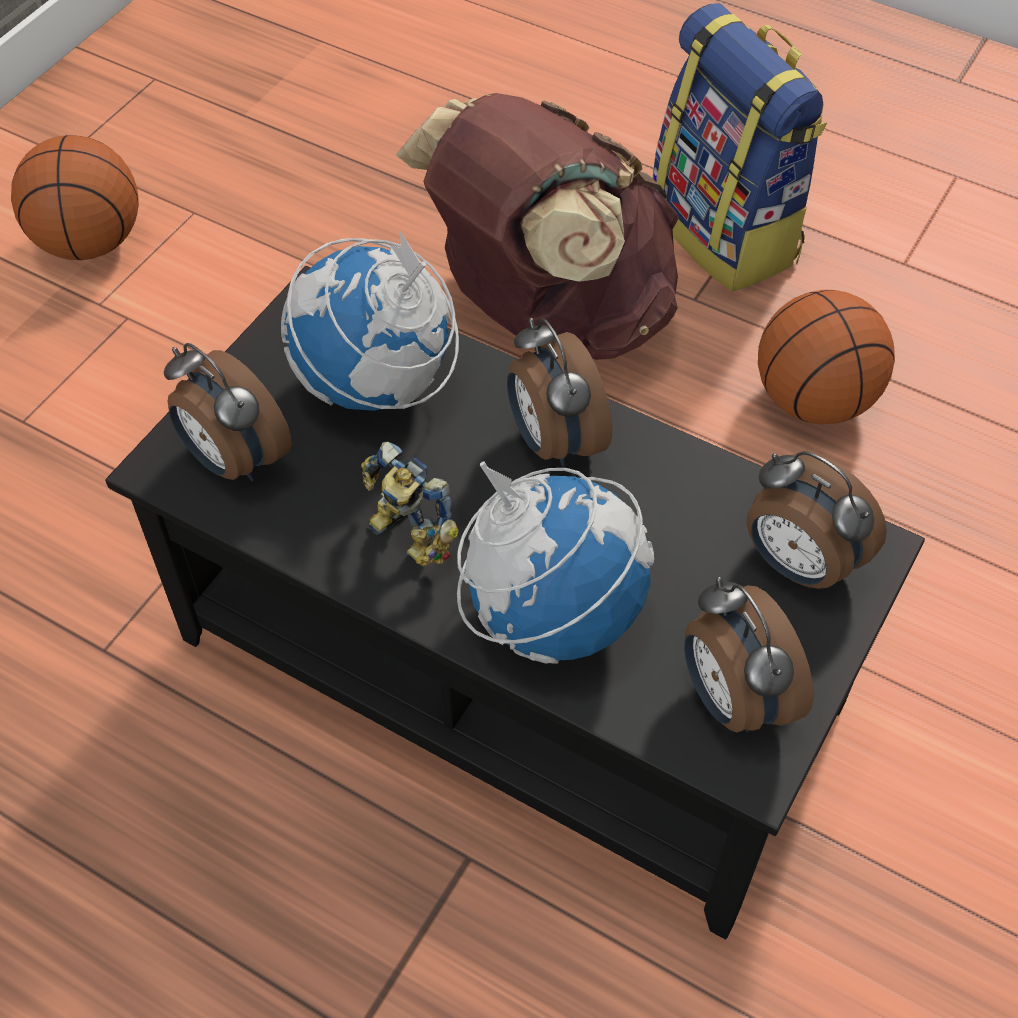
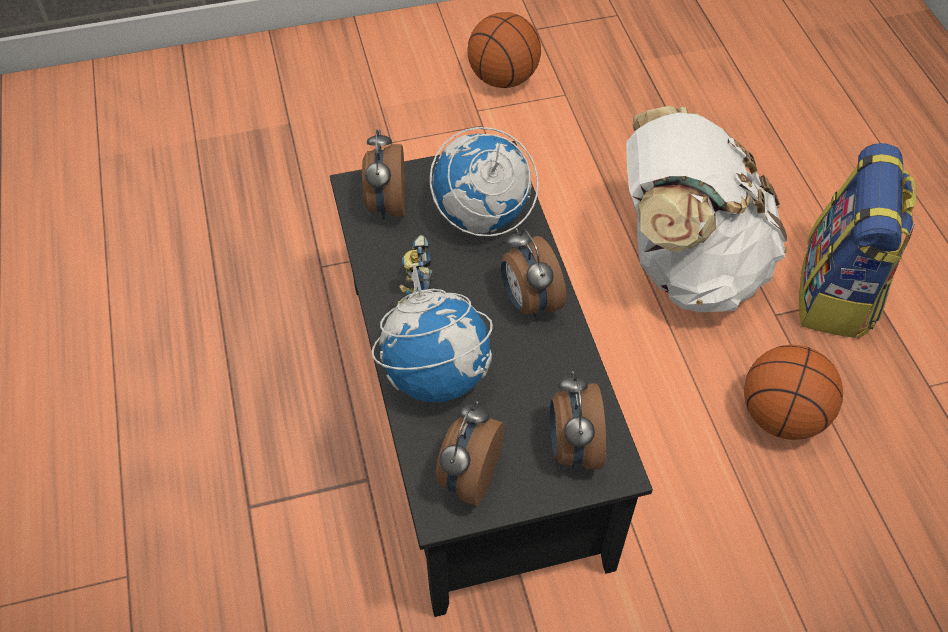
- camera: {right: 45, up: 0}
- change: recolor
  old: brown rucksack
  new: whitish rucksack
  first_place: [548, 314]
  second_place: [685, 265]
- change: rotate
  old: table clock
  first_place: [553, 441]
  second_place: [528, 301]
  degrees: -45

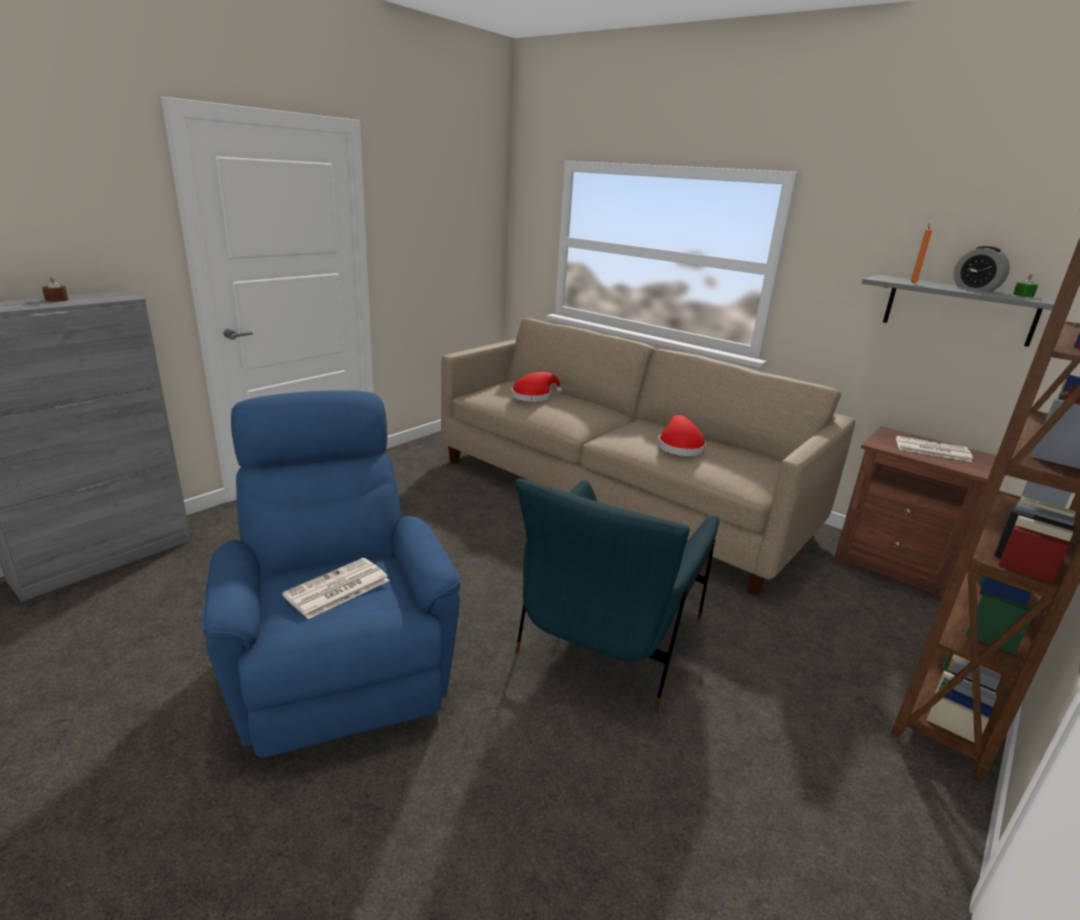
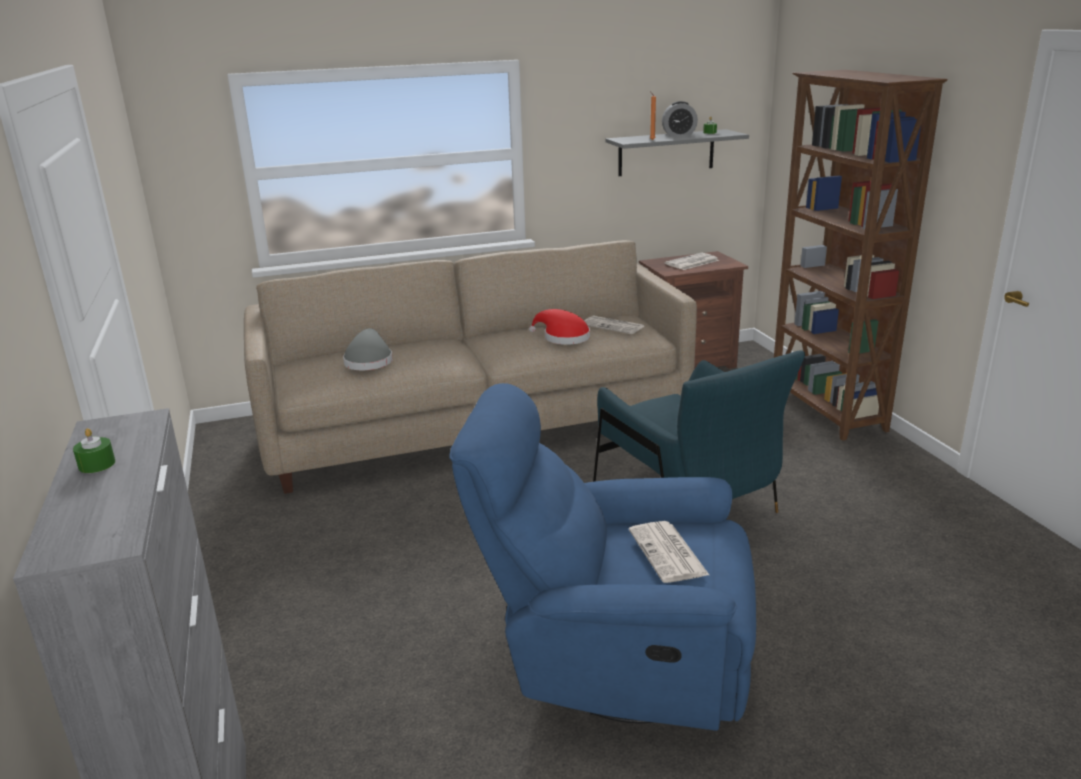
- camera: {right: -55, up: 0}
- change: recolor
  old: brown candle
  new: greenish candle
  first_place: [57, 299]
  second_place: [97, 464]
- change: recolor
  old: red-coloured wearable hat
  new: greyish wearable hat
  first_place: [534, 396]
  second_place: [369, 361]
- change: insert
  new: newspaper
  second_place: [613, 326]

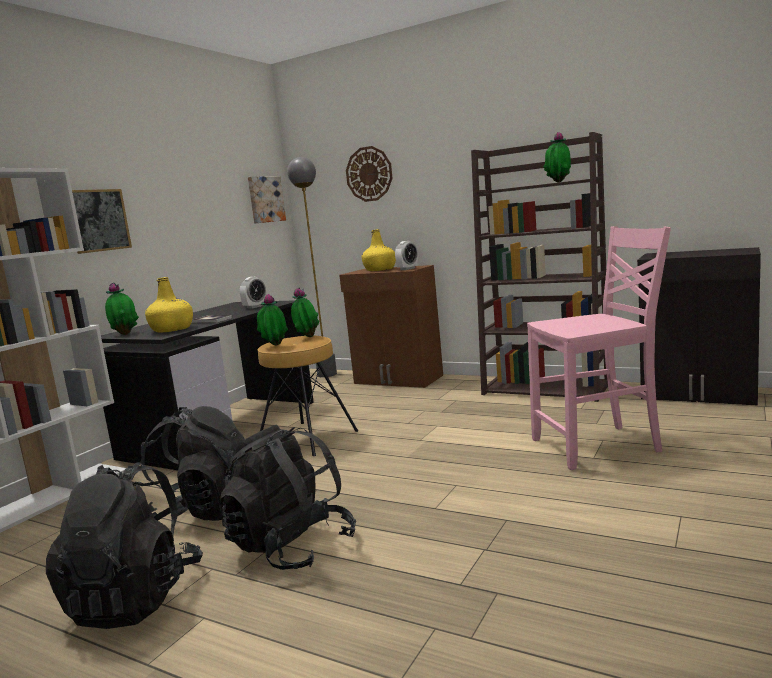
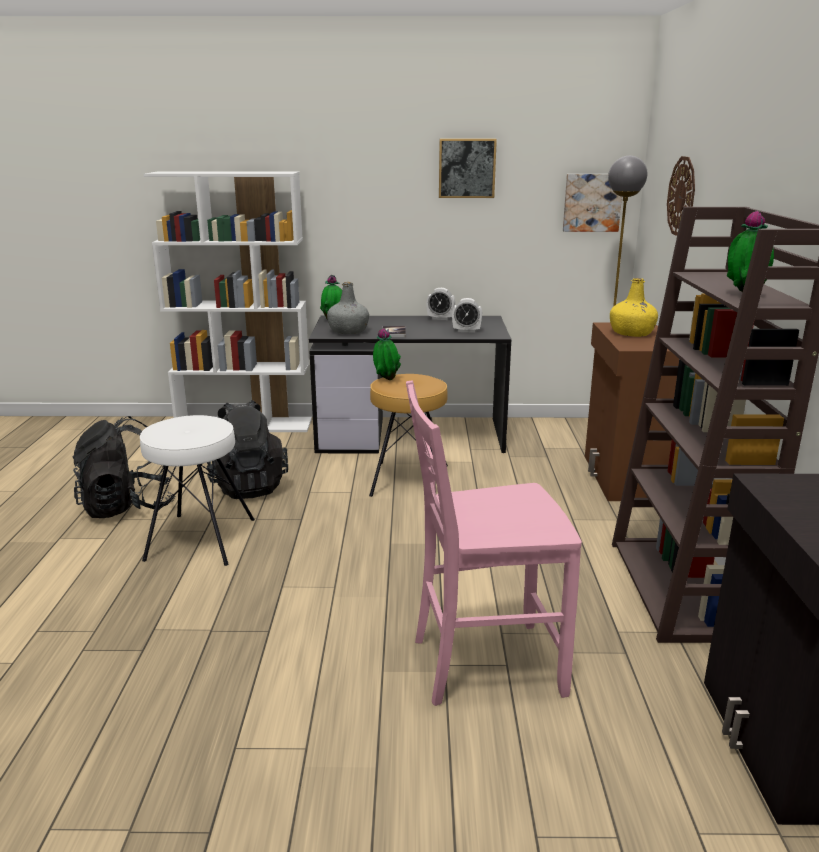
- camera: {right: 60, up: 10}
- change: move
  old: wall art
  first_place: [98, 220]
  second_place: [467, 168]
- change: recolor
  old: yellow drink bottle
  new: greyish drink bottle
  first_place: [172, 330]
  second_place: [349, 331]
- change: replace
  old: black rucksack
  new: whitish sitting stool
  first_place: [291, 547]
  second_place: [200, 539]
- change: delete
  old: houseplant
  first_place: [306, 337]
- change: move
  old: table clock
  first_place: [407, 269]
  second_place: [440, 318]
- change: rotate
  old: pink-coloured plain chair
  first_place: [598, 446]
  second_place: [483, 664]
  degrees: 120

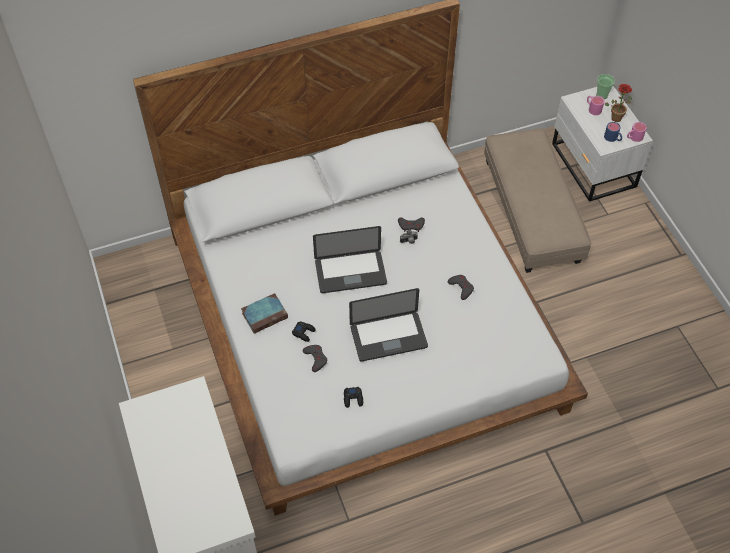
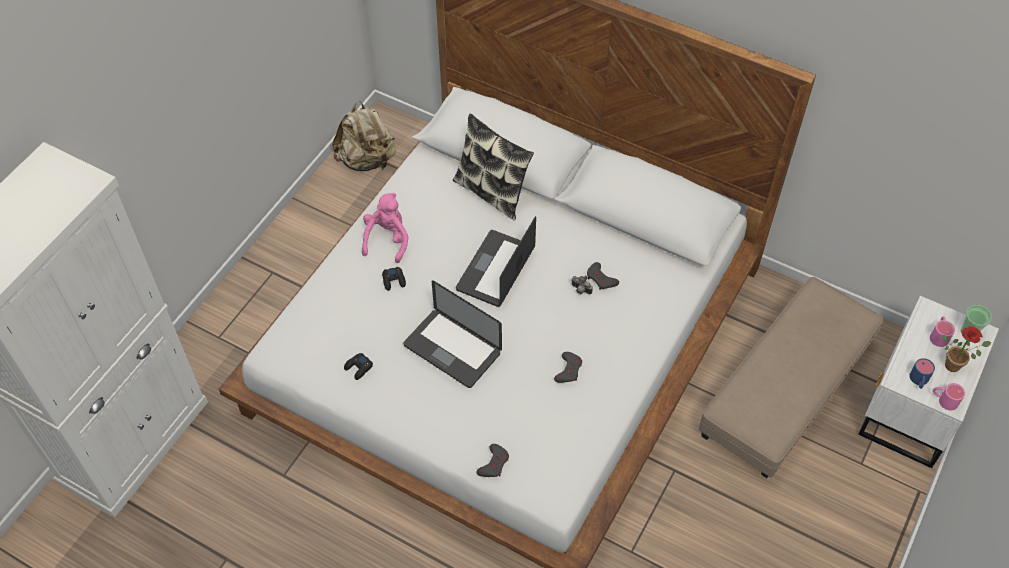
- camera: {right: 50, up: 0}
- change: replace
  old: book
  new: pink-coloured soft toy
  first_place: [265, 314]
  second_place: [387, 239]
- change: move
  old: greyish joypad
  first_place: [315, 358]
  second_place: [494, 463]
- change: rotate
  old: portable computer
  first_place: [350, 272]
  second_place: [496, 269]
  degrees: 75
- change: insert
  new: sand-coloured rucksack
  second_place: [367, 160]
- change: insert
  new: pillow
  second_place: [492, 192]

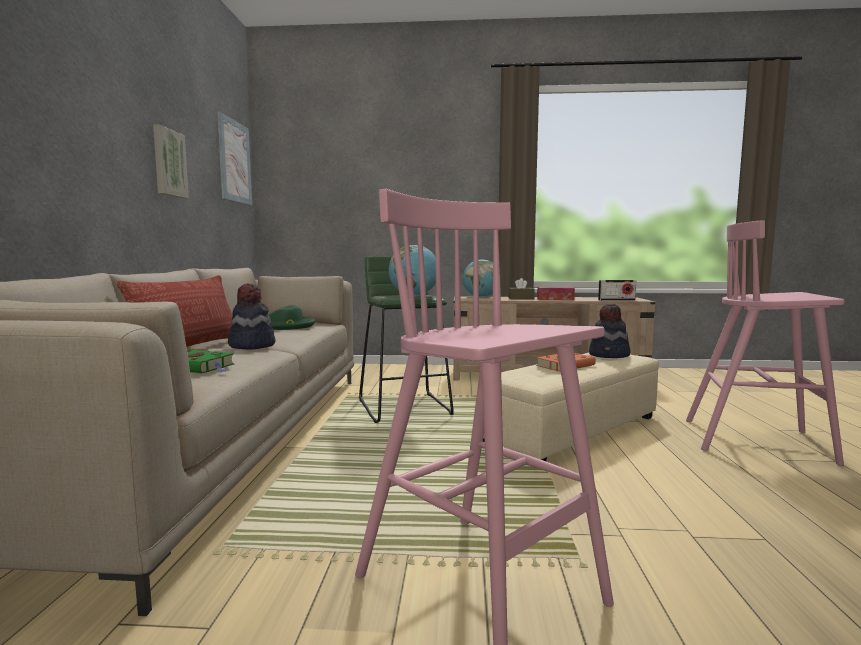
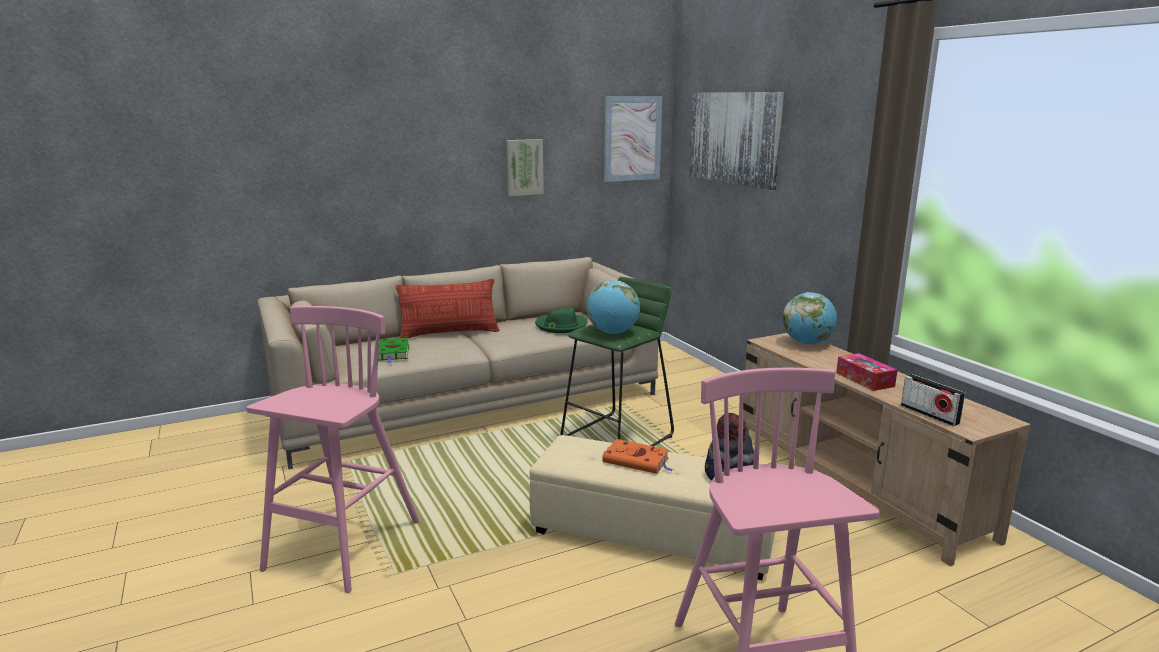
- camera: {right: 60, up: 10}
- change: delete
  old: wearable hat
  first_place: [251, 346]
- change: delete
  old: brown tissue holder
  first_place: [521, 298]
- change: insert
  new: wall art
  second_place: [734, 138]

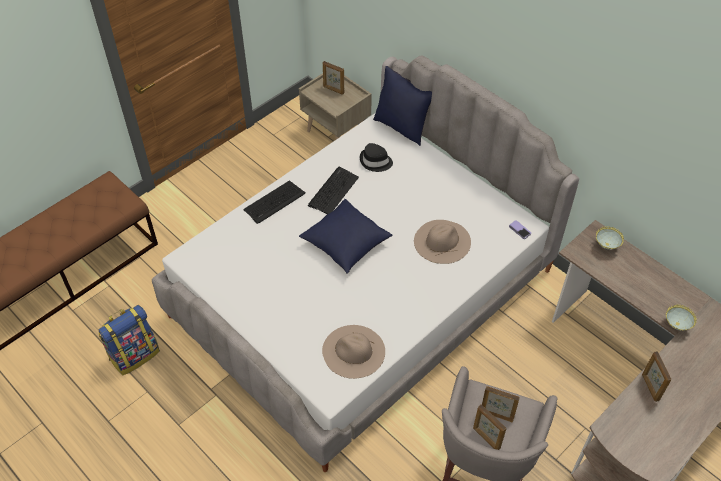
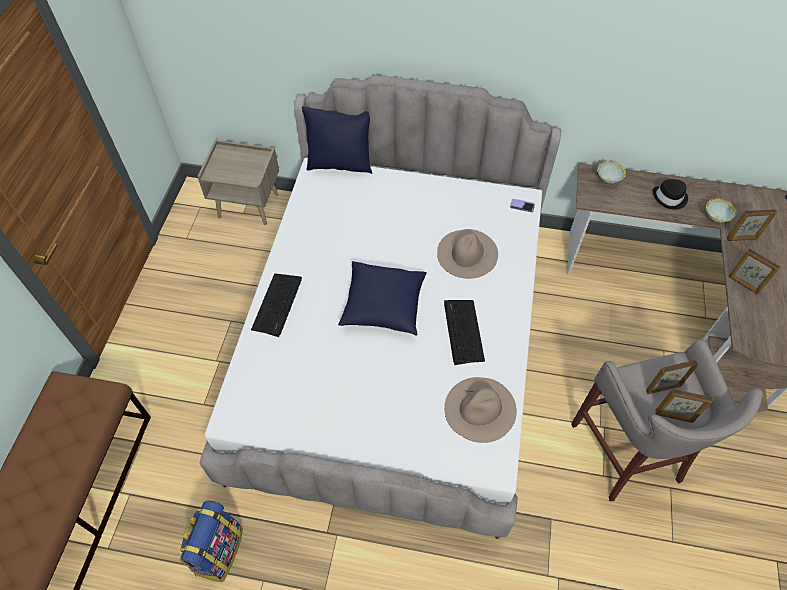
- camera: {right: -35, up: 5}
- change: move
  old: keyboard
  first_place: [333, 191]
  second_place: [463, 331]
- change: move
  old: standing frame
  first_place: [333, 90]
  second_place: [742, 239]
- change: move
  old: black wearable hat
  first_place: [375, 161]
  second_place: [670, 198]

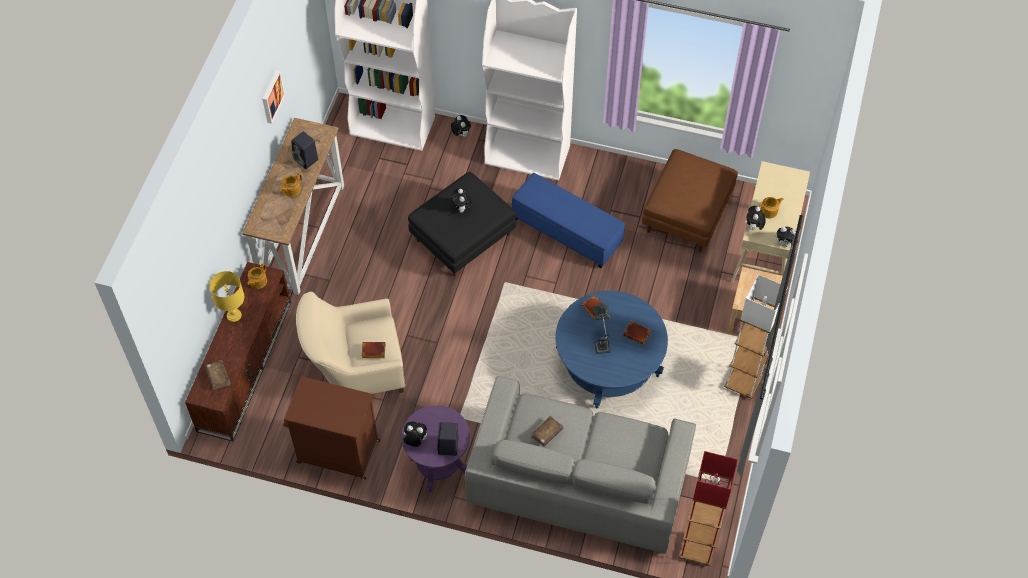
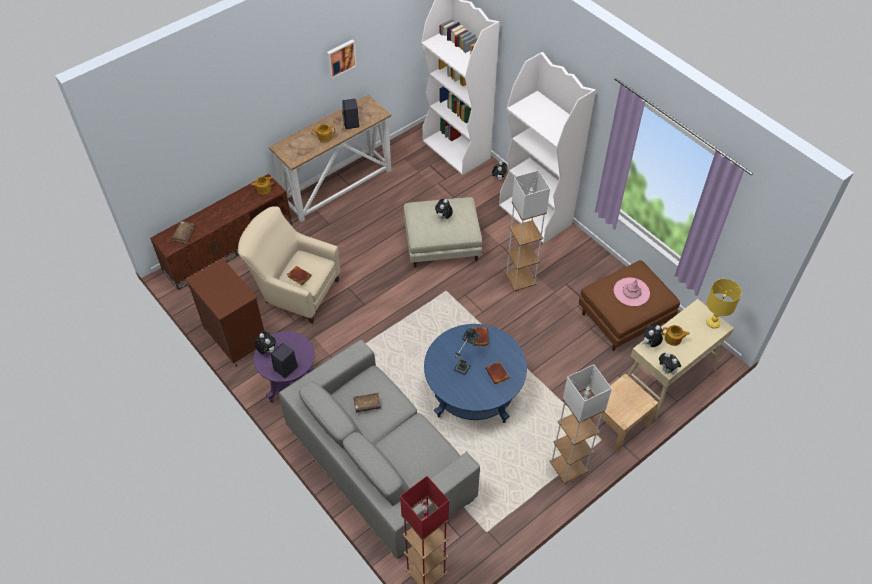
- camera: {right: 35, up: -5}
- change: move
  old: yellow tabletop lamp
  first_place: [234, 315]
  second_place: [713, 323]
- change: recolor
  old: black ottoman
  new: sand-coloured ottoman
  first_place: [462, 238]
  second_place: [441, 245]
- change: replace
  old: blue-coloured ottoman
  new: whitish standard lamp
  first_place: [566, 232]
  second_place: [520, 281]
- change: insert
  new: pink-coloured wearable hat
  second_place: [631, 292]

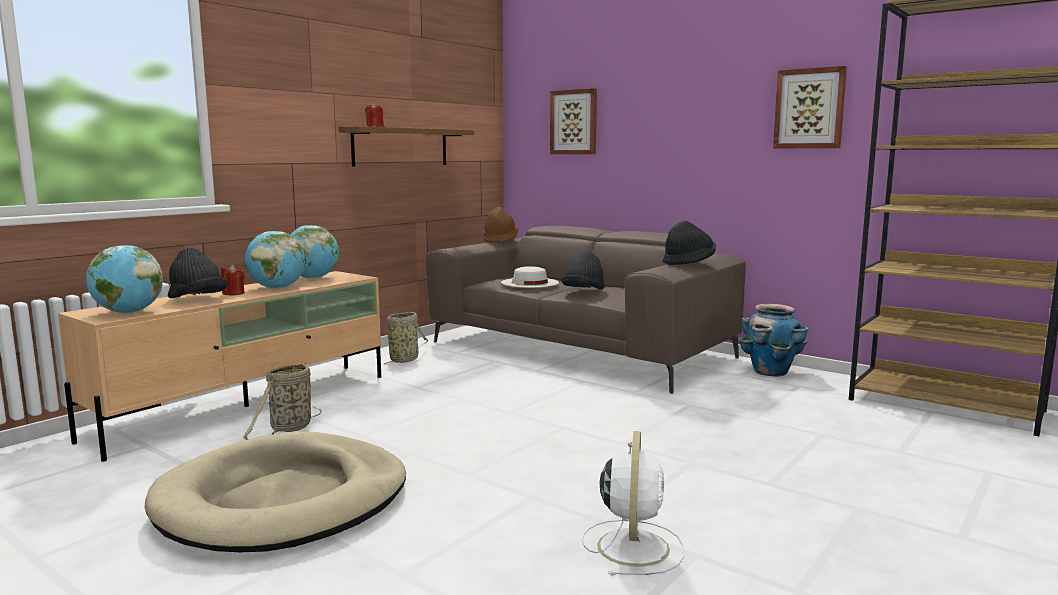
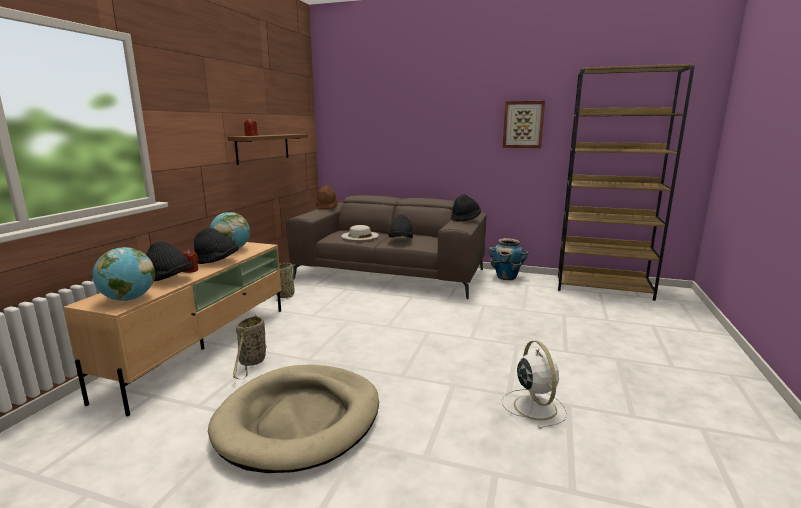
- camera: {right: -20, up: 5}
- change: replace
  old: desk globe
  new: black wearable hat
  first_place: [277, 288]
  second_place: [217, 262]
- change: delete
  old: wall art
  first_place: [574, 122]

